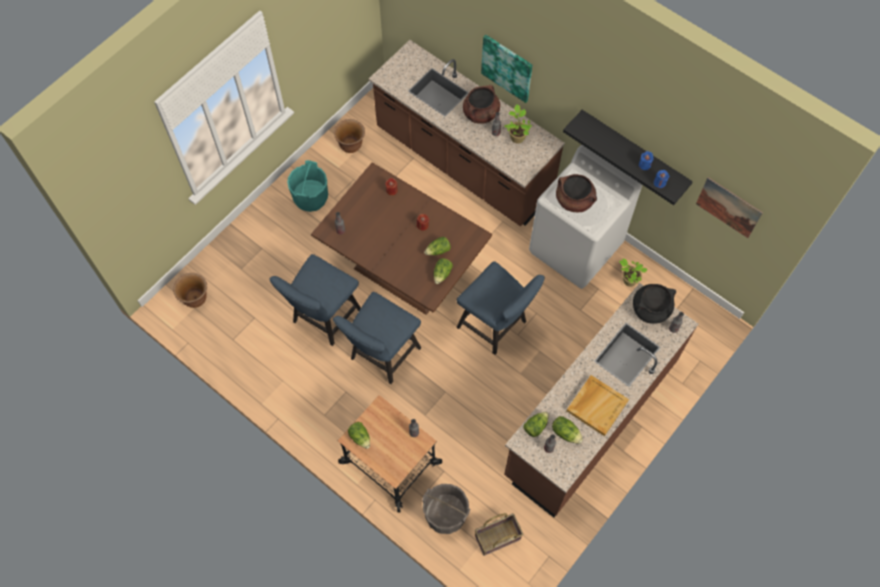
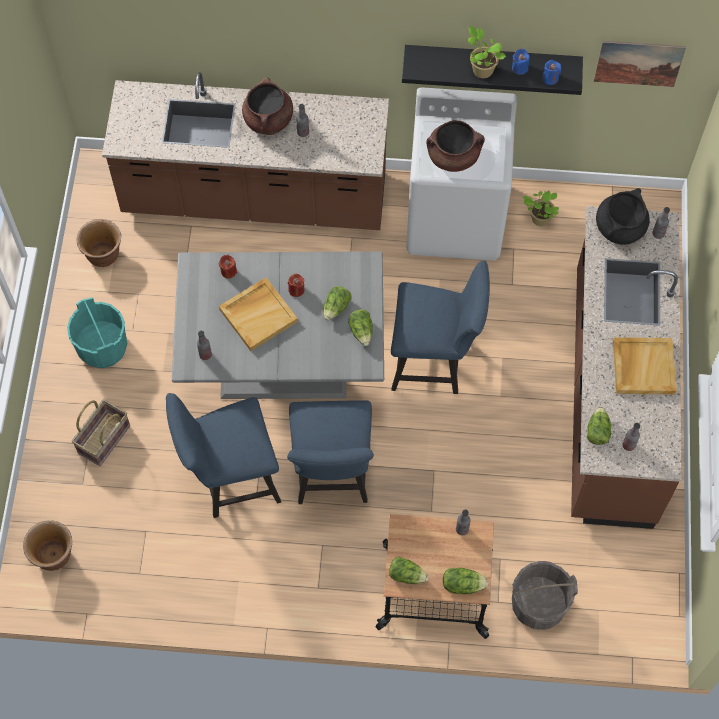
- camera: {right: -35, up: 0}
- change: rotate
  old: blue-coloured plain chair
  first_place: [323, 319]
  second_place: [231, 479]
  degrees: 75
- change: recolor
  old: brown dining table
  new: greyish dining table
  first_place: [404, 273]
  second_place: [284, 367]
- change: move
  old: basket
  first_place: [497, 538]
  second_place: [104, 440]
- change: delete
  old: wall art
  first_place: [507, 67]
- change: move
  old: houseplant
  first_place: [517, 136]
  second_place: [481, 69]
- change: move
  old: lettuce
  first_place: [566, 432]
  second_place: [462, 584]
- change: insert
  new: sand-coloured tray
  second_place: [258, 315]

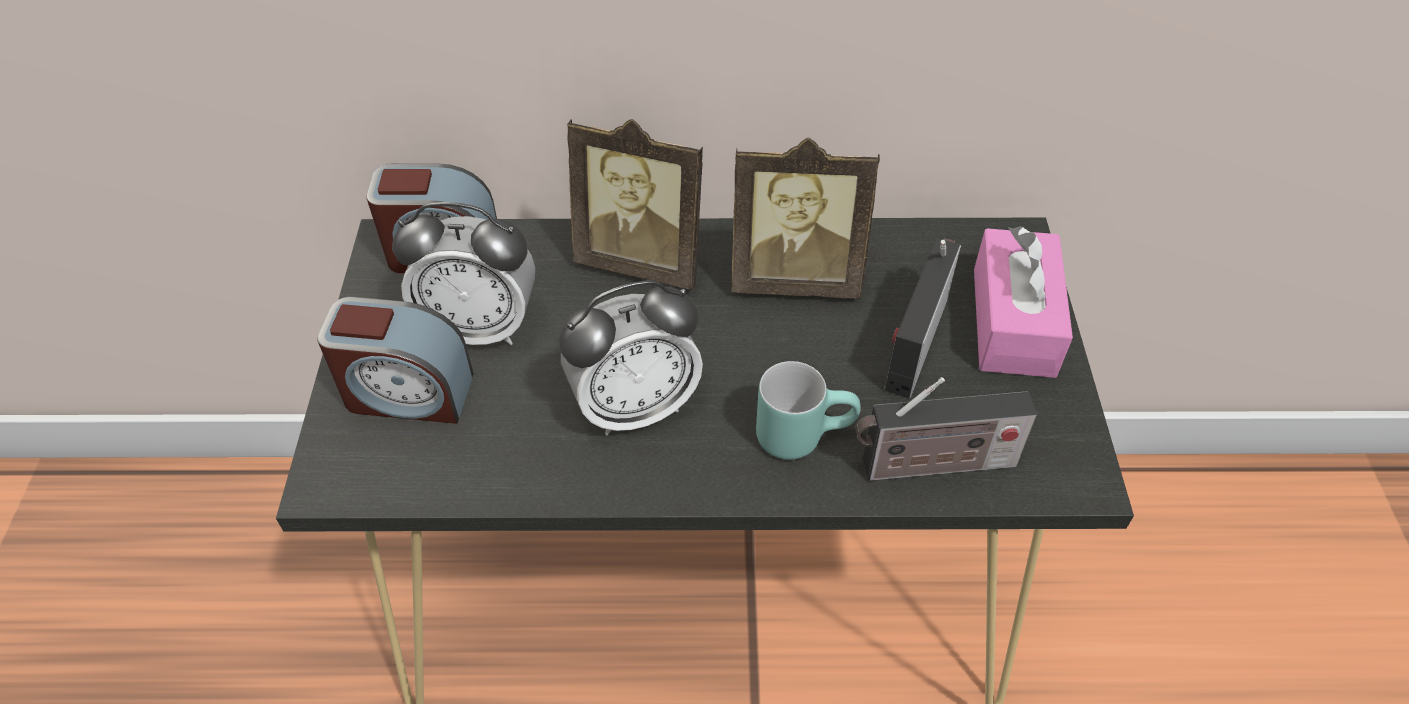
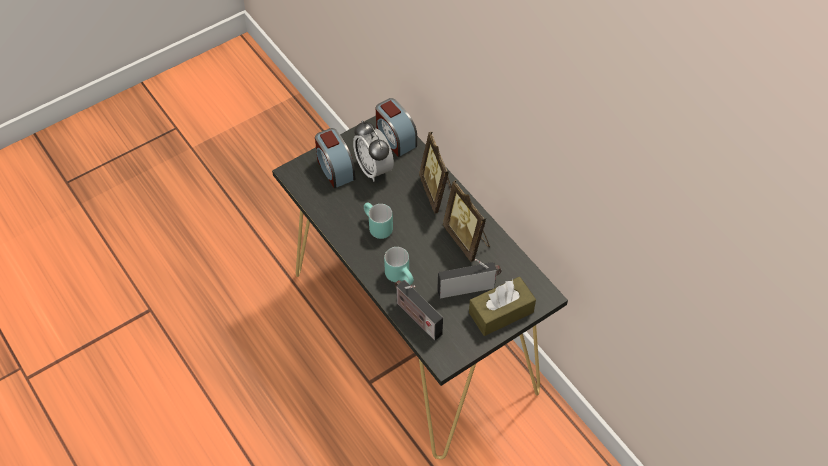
- camera: {right: 55, up: 5}
- change: replace
  old: table clock
  new: turquoise tea mug
  first_place: [635, 407]
  second_place: [376, 227]
- change: recolor
  old: pink-coloured tissue holder
  new: brown tissue holder
  first_place: [1013, 321]
  second_place: [501, 312]

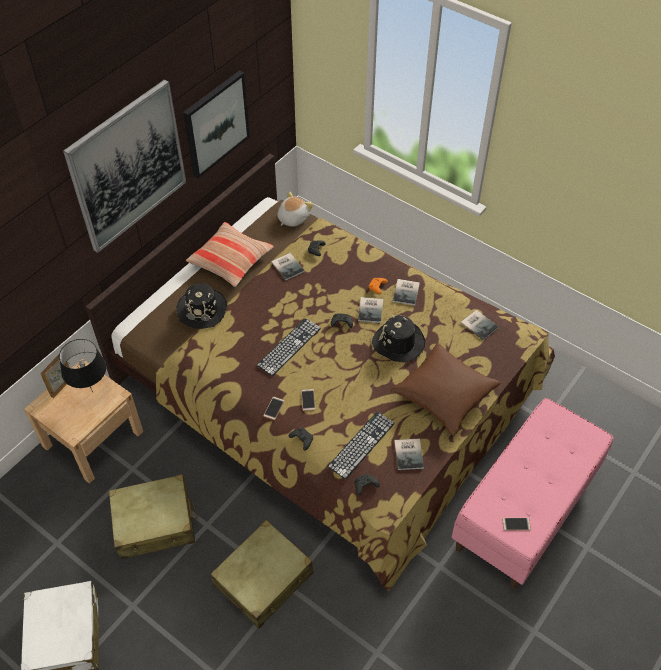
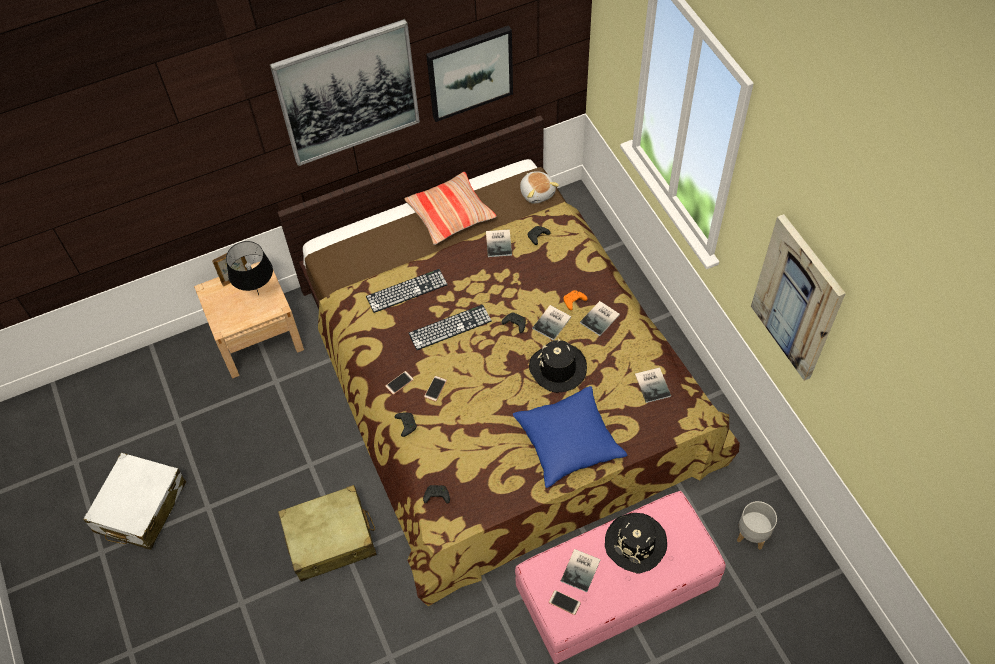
- camera: {right: 30, up: 5}
- change: delete
  old: sand-coloured suitcase
  first_place: [155, 523]
- change: move
  old: black wearable hat
  first_place: [202, 309]
  second_place: [636, 543]
- change: rotate
  old: soft toy
  first_place: [292, 218]
  second_place: [537, 192]
  degrees: 90
- change: move
  old: keyboard
  first_place: [361, 444]
  second_place: [406, 290]
- change: recolor
  old: brown pillow
  new: blue-coloured pillow
  first_place: [444, 395]
  second_place: [568, 442]
- change: move
  old: book
  first_place: [409, 453]
  second_place: [582, 570]
- change: insert
  new: greyish planter
  second_place: [752, 535]
- change: insert
  new: wall art
  second_place: [797, 299]

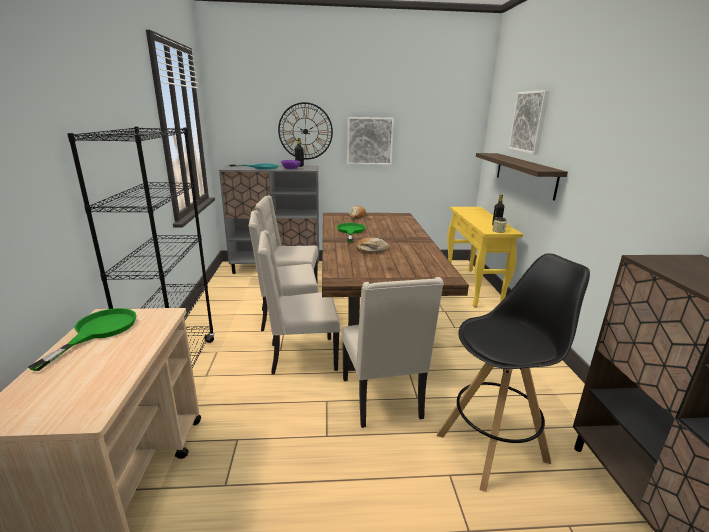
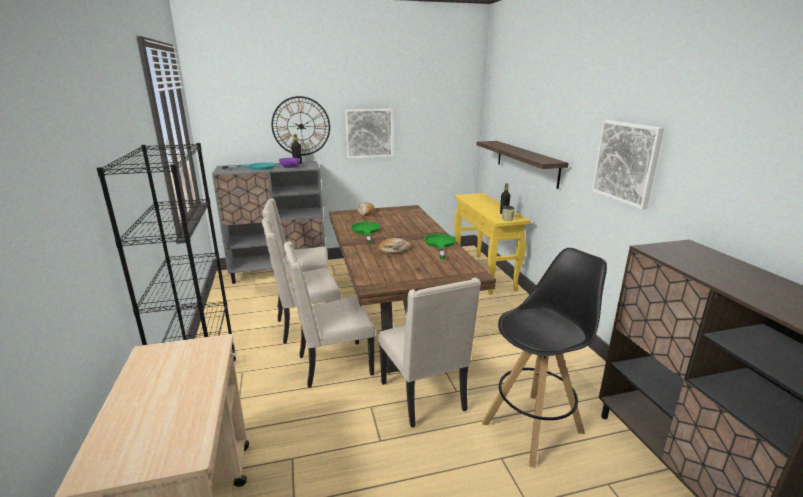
- camera: {right: -10, up: 0}
- change: move
  old: greenish pan
  first_place: [98, 331]
  second_place: [439, 244]
- change: move
  old: wall art
  first_place: [529, 122]
  second_place: [626, 162]

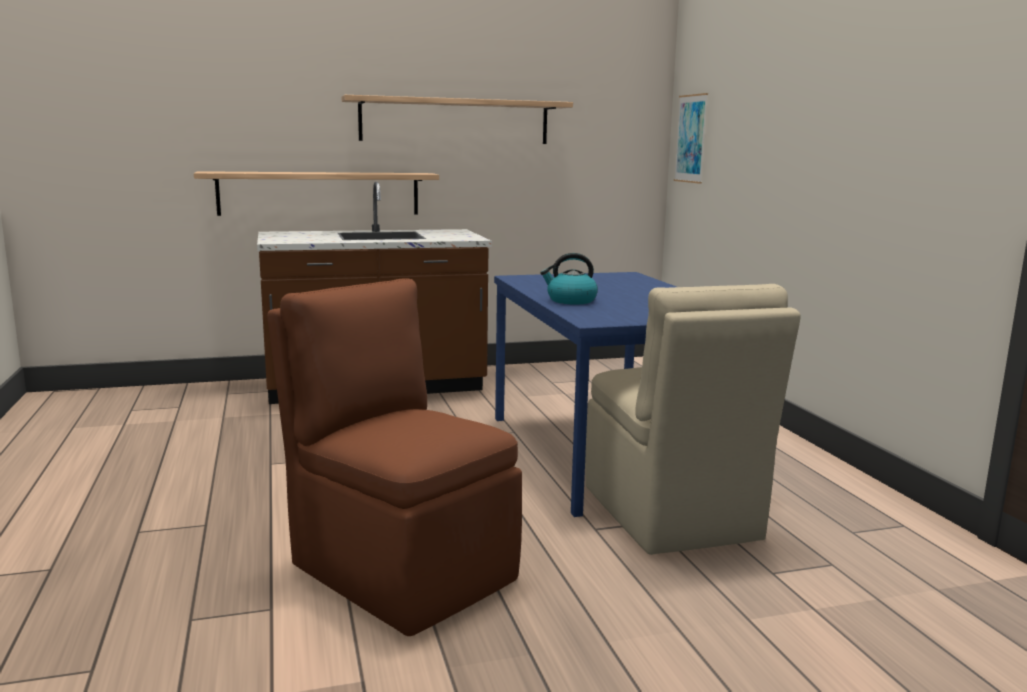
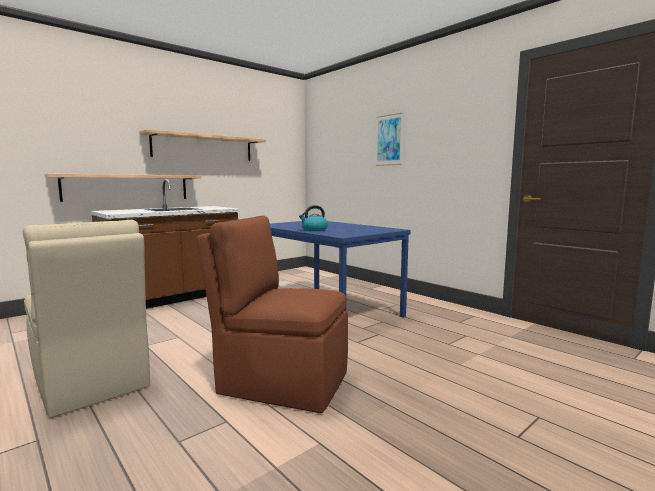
- camera: {right: -25, up: -5}
- change: move
  old: sand-coloured plain chair
  first_place: [671, 515]
  second_place: [91, 382]
- change: move
  old: wall art
  first_place: [691, 138]
  second_place: [389, 140]

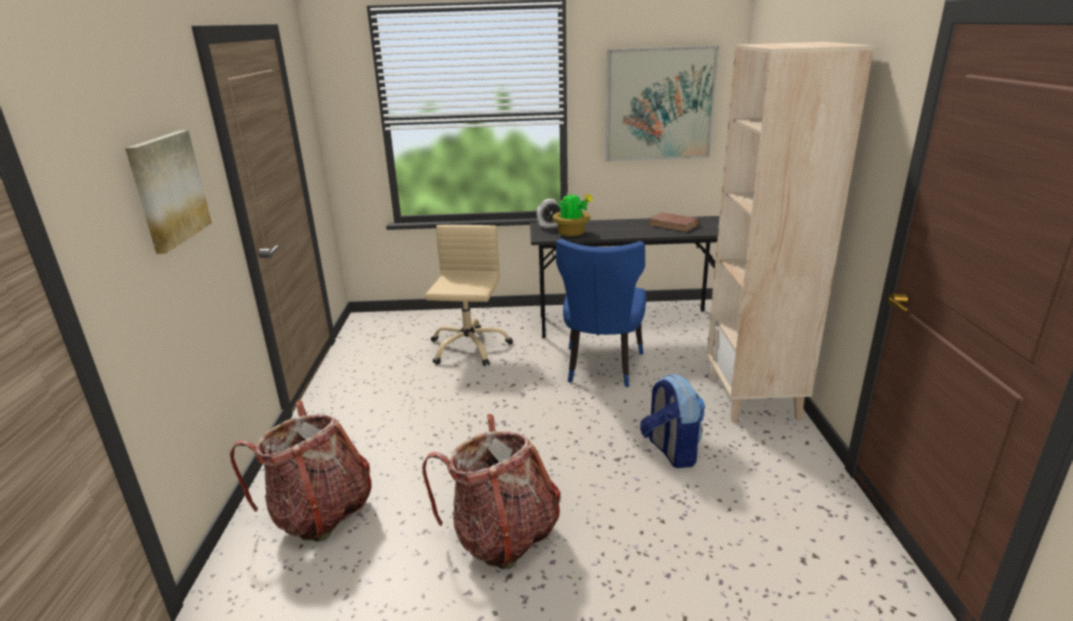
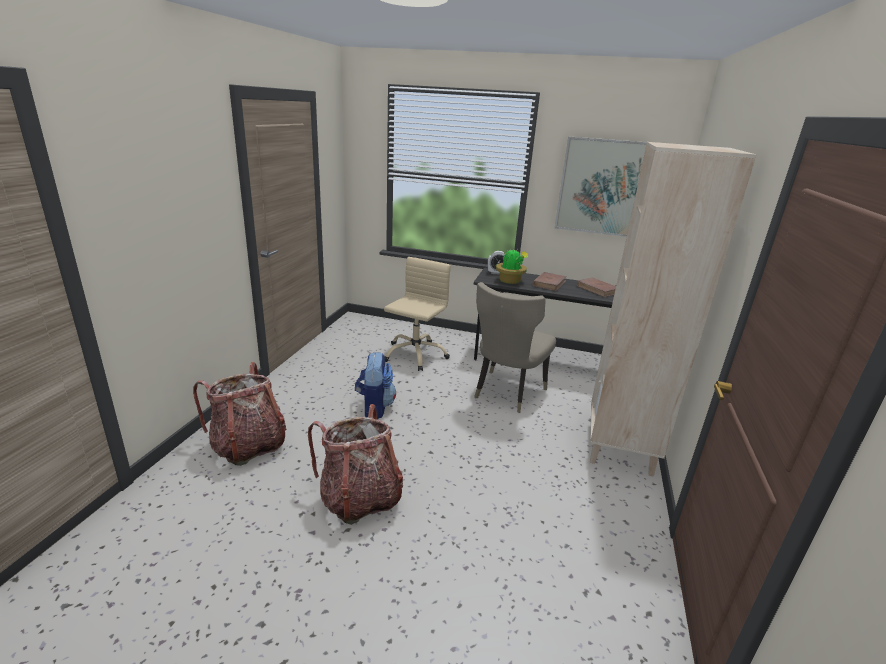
- camera: {right: 15, up: 0}
- change: delete
  old: wall art
  first_place: [168, 189]
- change: recolor
  old: blue-coloured plain chair
  new: sand-coloured plain chair
  first_place: [601, 368]
  second_place: [506, 393]
- change: move
  old: rucksack
  first_place: [670, 451]
  second_place: [374, 407]
- change: insert
  new: brown book
  second_place: [549, 283]

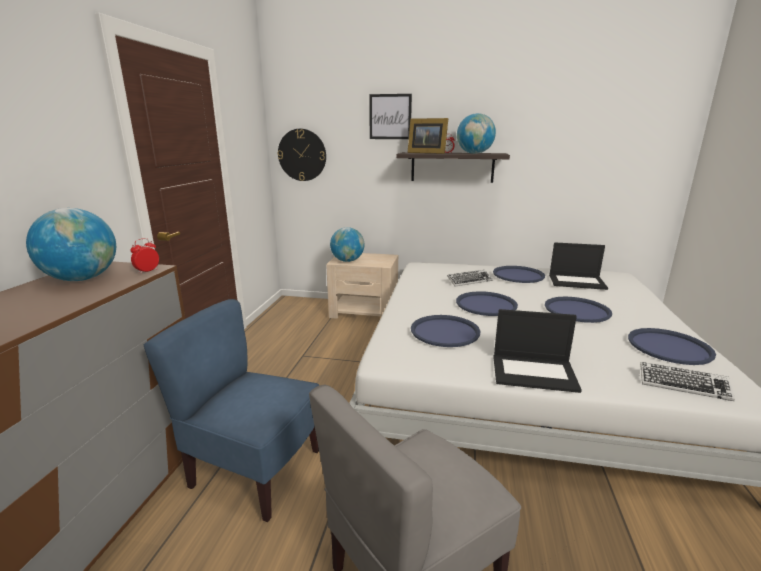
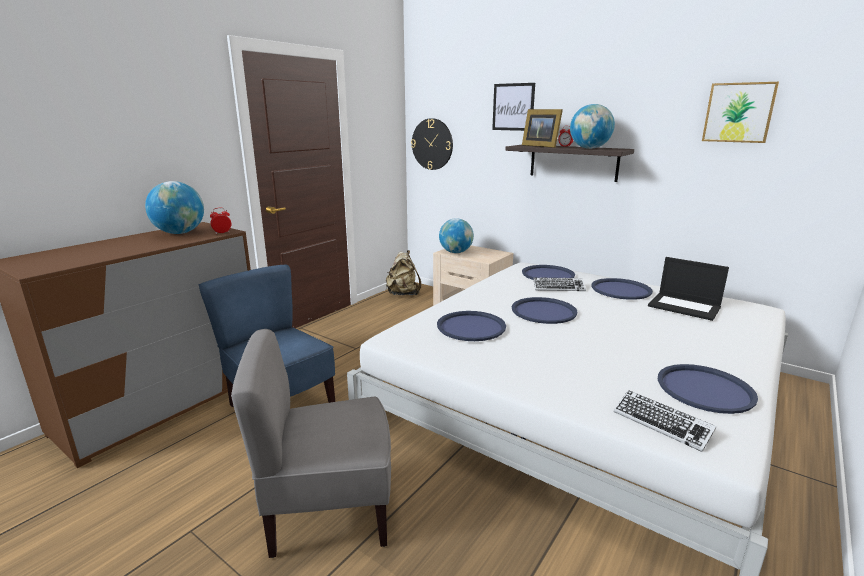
- camera: {right: 25, up: 0}
- change: delete
  old: portable computer
  first_place: [534, 372]
- change: move
  old: blue-coloured tray
  first_place: [577, 310]
  second_place: [548, 274]
- change: insert
  new: sand-coloured rucksack
  second_place: [403, 294]
- change: insert
  new: wall art
  second_place: [739, 112]

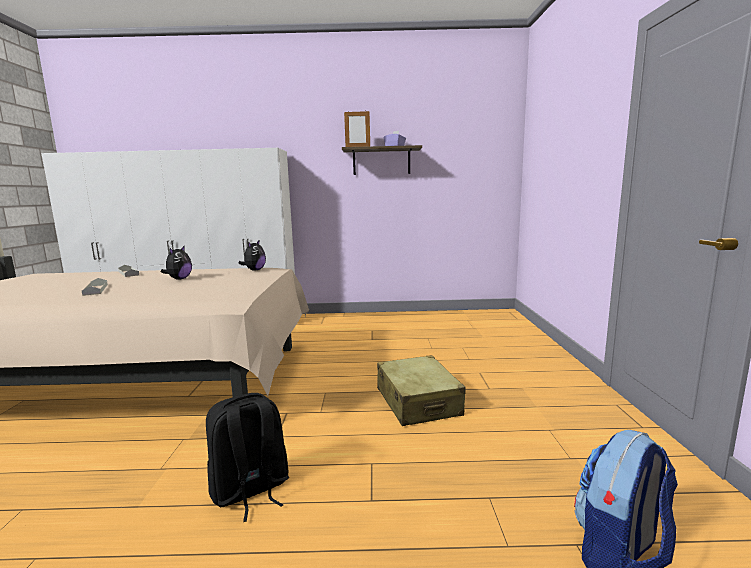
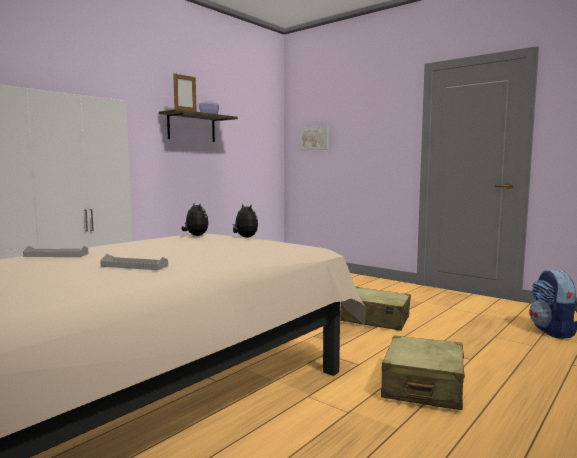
- camera: {right: -50, up: -5}
- change: move
  old: soft toy
  first_place: [179, 279]
  second_place: [245, 237]
- change: replace
  old: black rucksack
  new: sand-coloured suitcase
  first_place: [250, 491]
  second_place: [423, 386]
- change: insert
  new: wall art
  second_place: [315, 138]

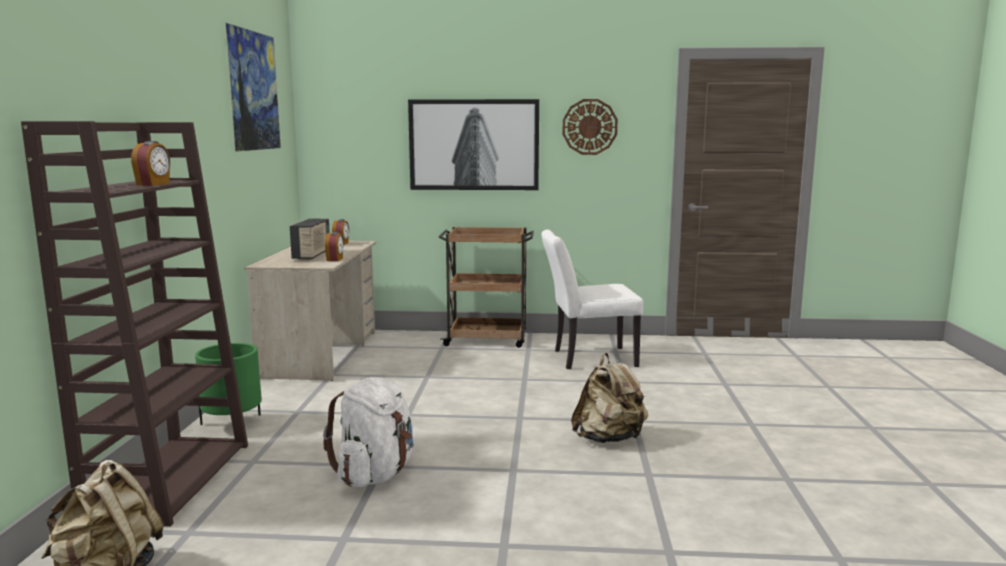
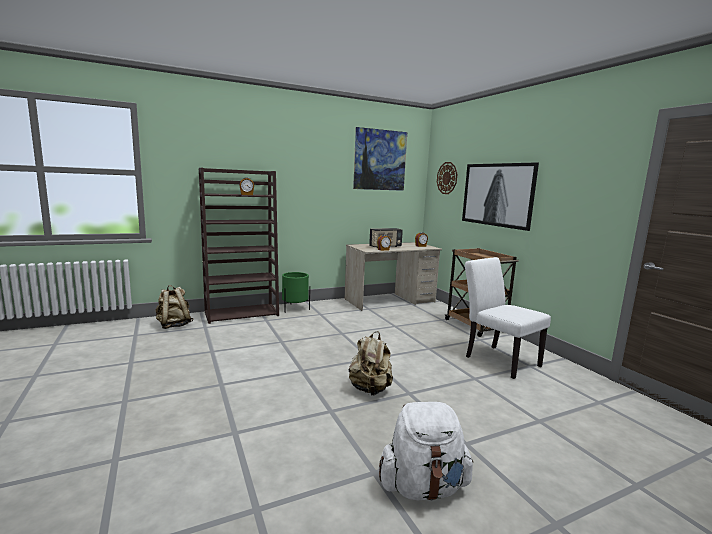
- camera: {right: 60, up: 0}
- change: move
  old: whitish rucksack
  first_place: [375, 474]
  second_place: [423, 487]
- change: move
  old: clock on the wall
  first_place: [589, 127]
  second_place: [447, 178]

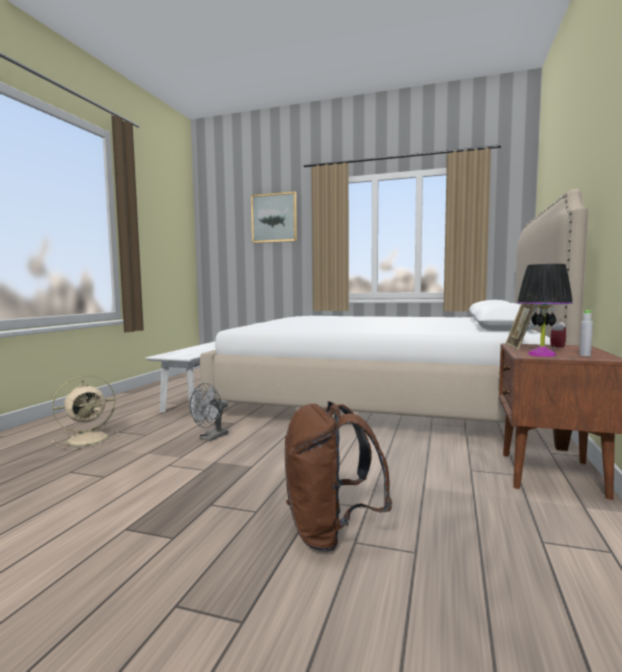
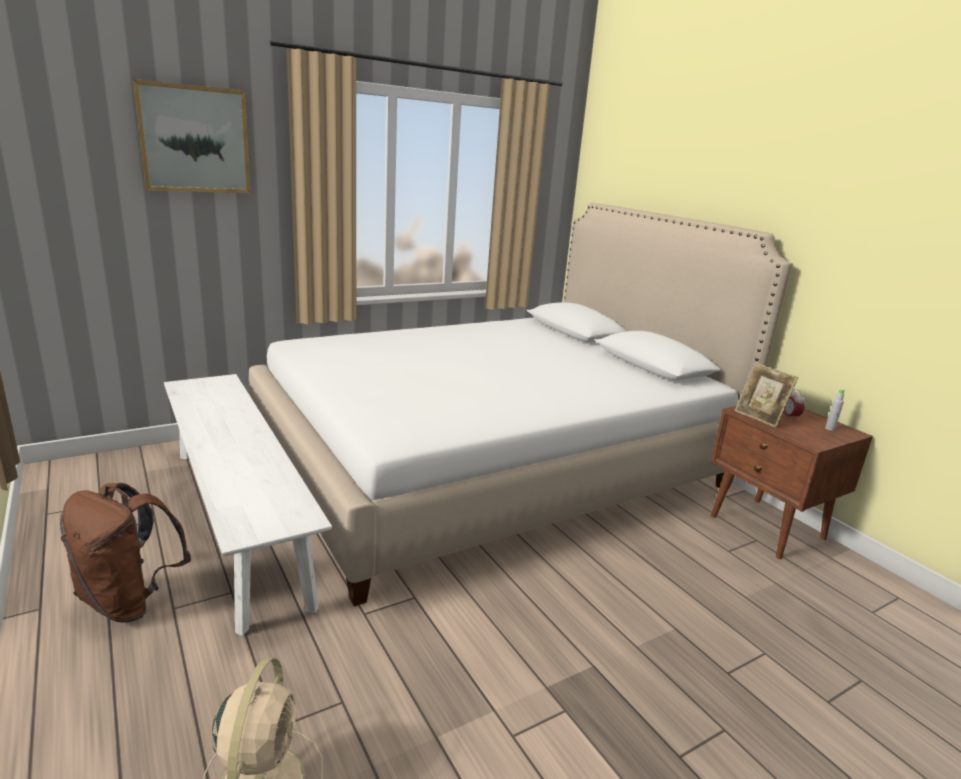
- camera: {right: -50, up: 15}
- change: delete
  old: greyish fan
  first_place: [210, 438]
- change: move
  old: brown rucksack
  first_place: [330, 533]
  second_place: [129, 601]
- change: delete
  old: black tabletop lamp
  first_place: [542, 354]

